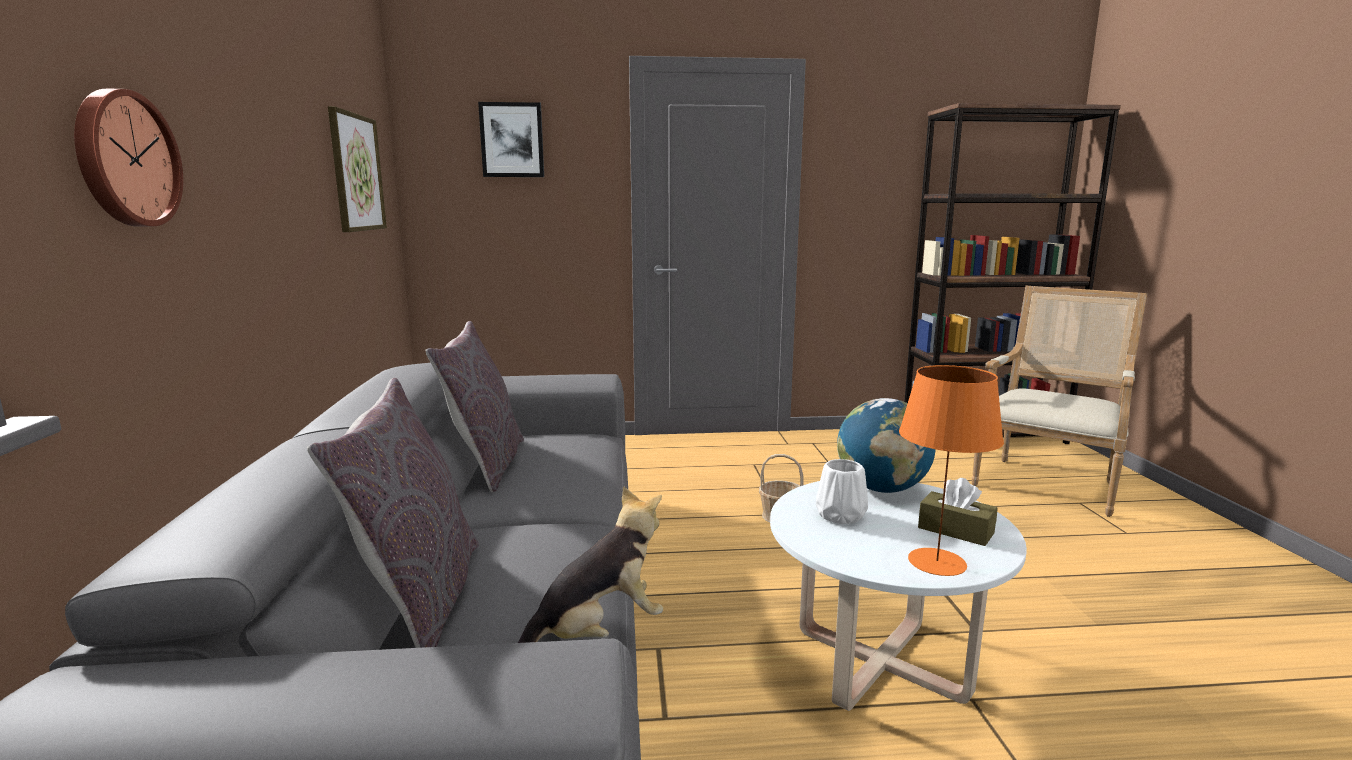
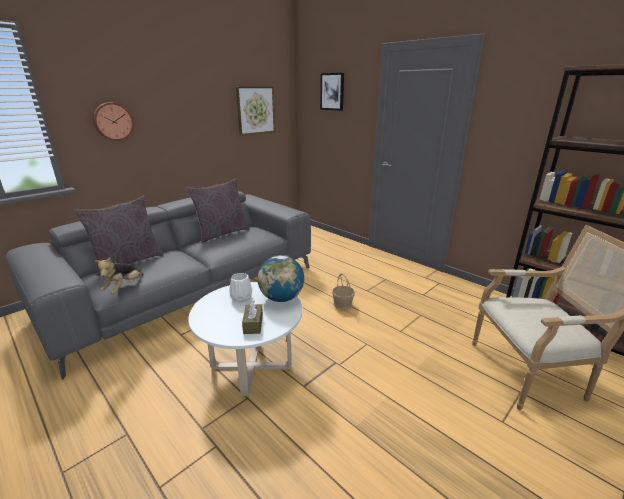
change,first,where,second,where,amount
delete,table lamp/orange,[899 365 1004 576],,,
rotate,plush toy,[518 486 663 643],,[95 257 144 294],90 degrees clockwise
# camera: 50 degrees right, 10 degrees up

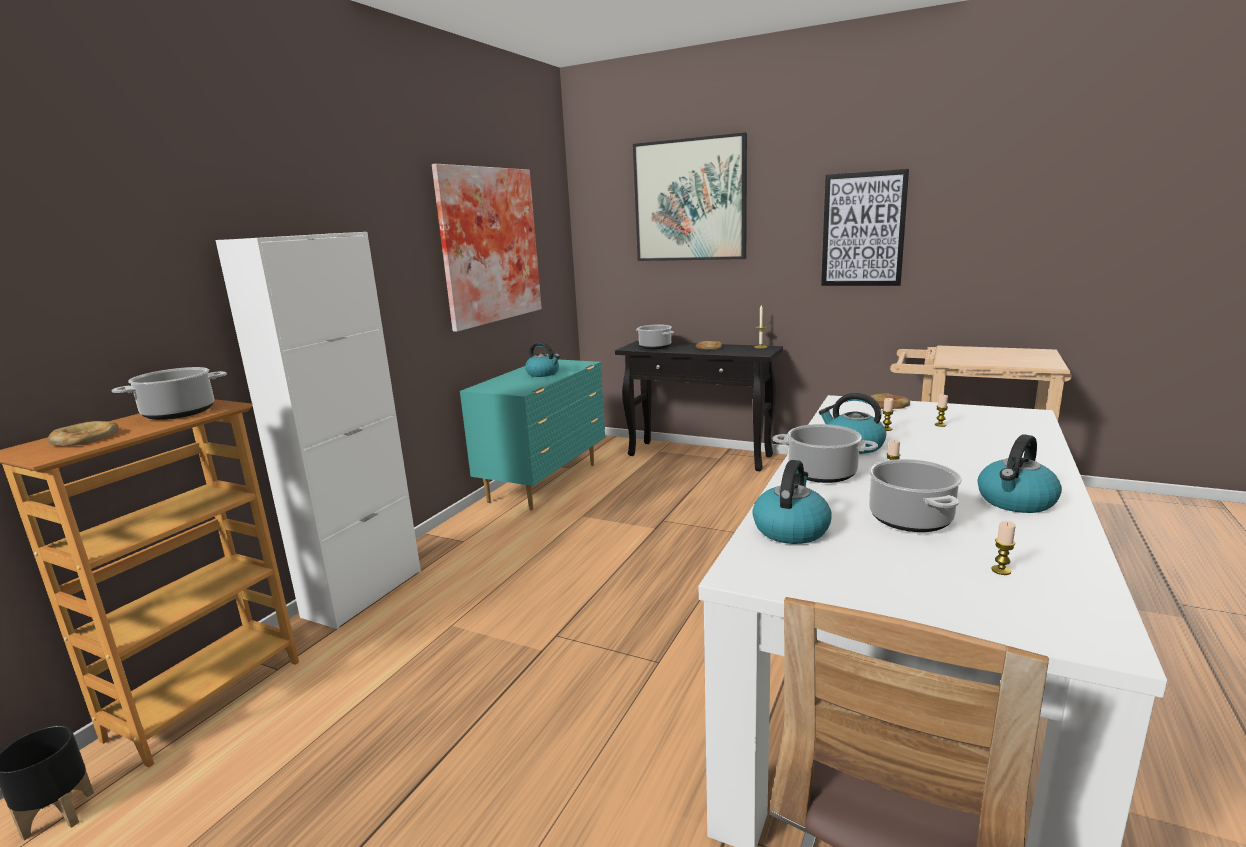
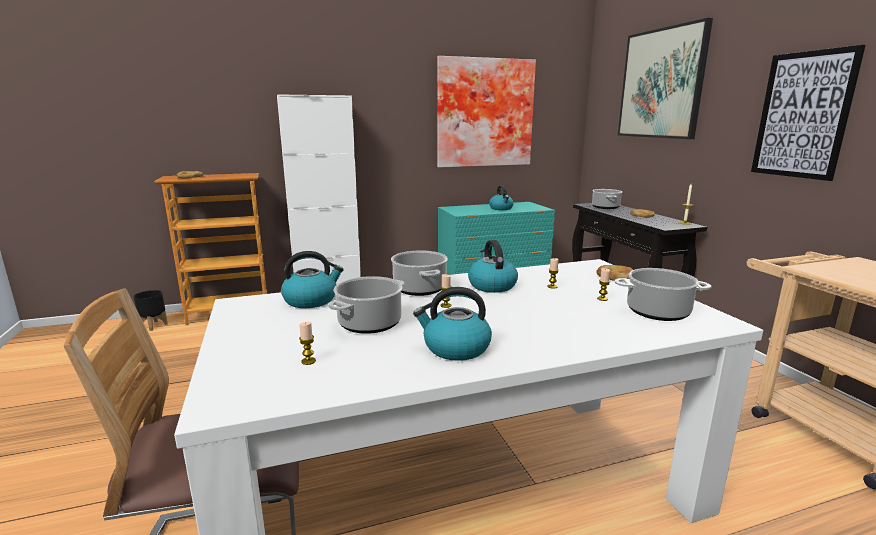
change,first,where,second,where,amount
move,cooking pot,[111 367 227 420],,[614 268 711 321],
# camera: 45 degrees right, 0 degrees up

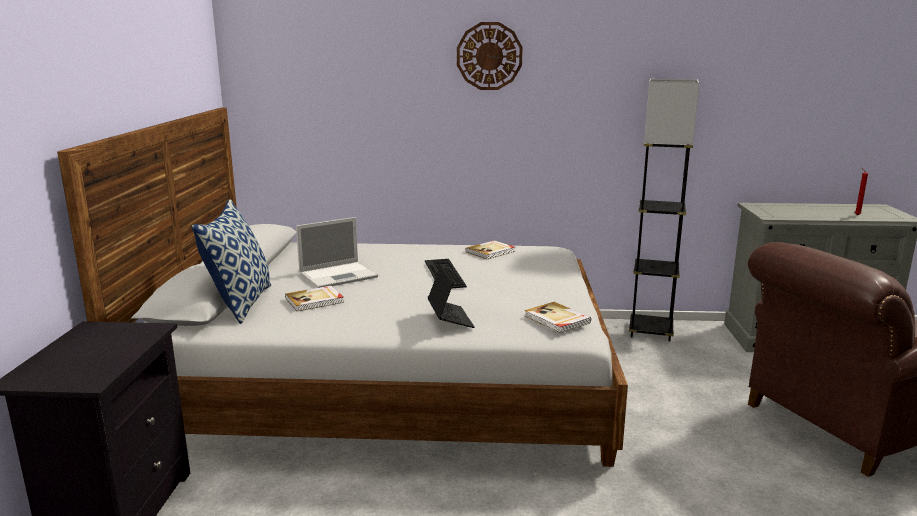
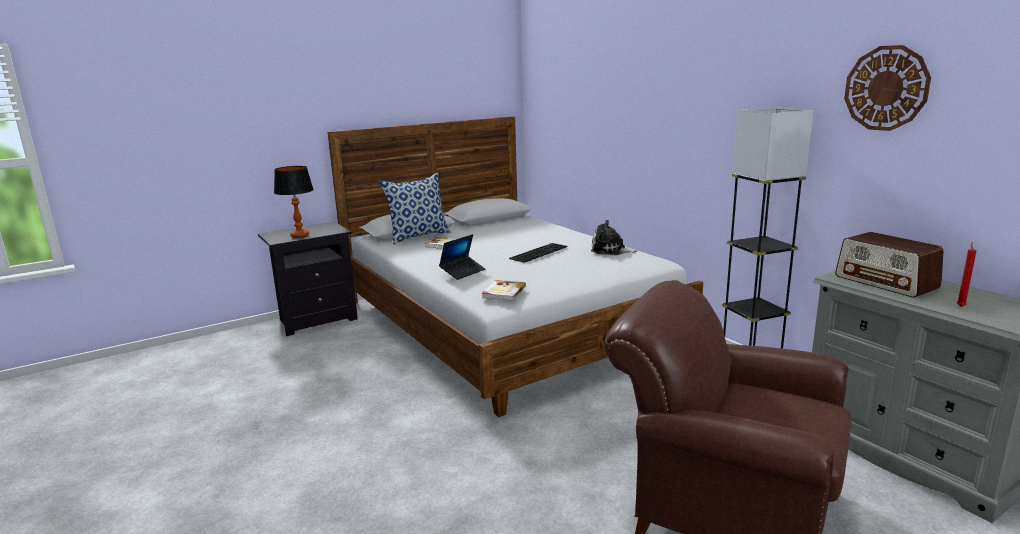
change,first,where,second,where,amount
delete,laptop,[296 217 378 288],,,
insert,,,table lamp,[274 166 314 238],
insert,,,radio,[835 232 944 298],
move,wall clock,[457 22 523 90],,[844 45 931 131],
replace,book,[466 240 515 259],plush toy,[591 220 637 255],
# camera: 55 degrees right, 0 degrees up

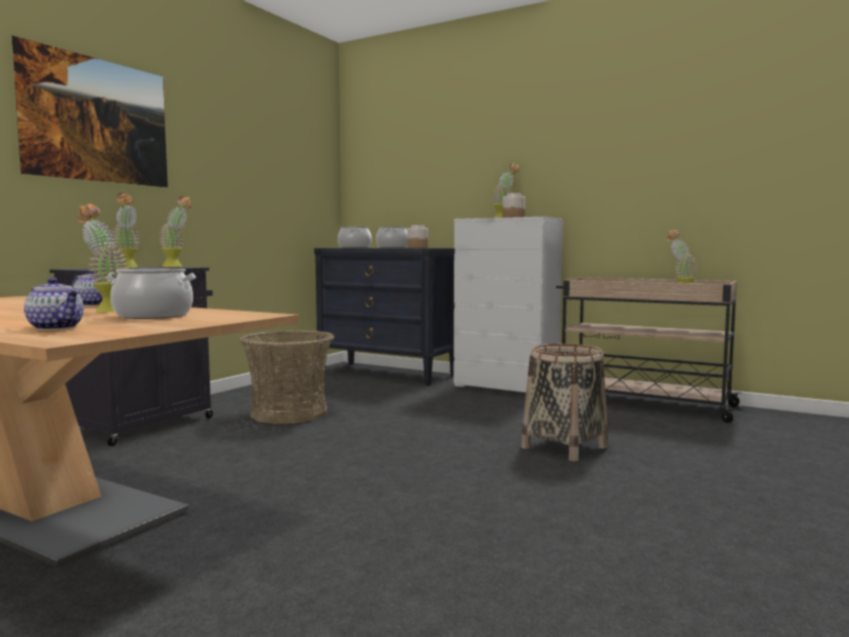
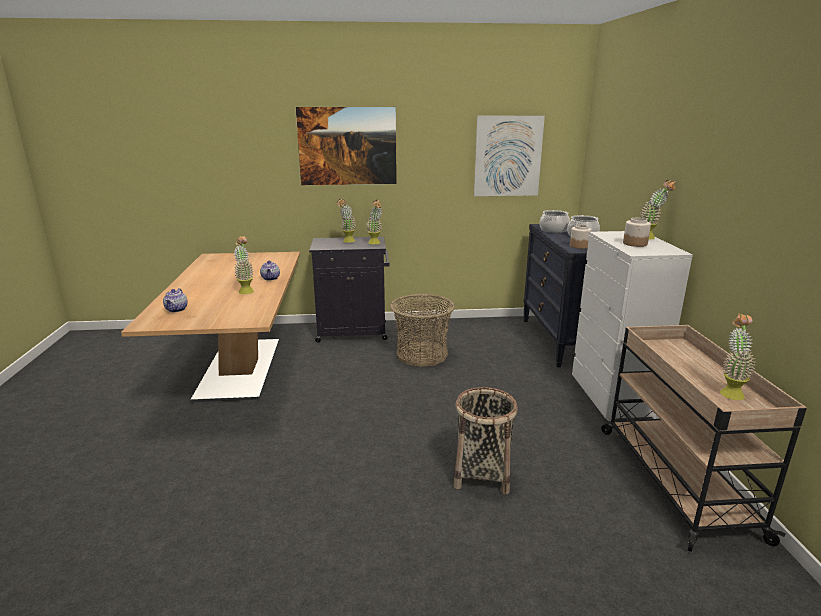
change,first,where,second,where,amount
delete,cooking pot,[106 269 196 319],,,
insert,,,picture,[474 116 545 196],
# camera: 55 degrees right, 15 degrees up

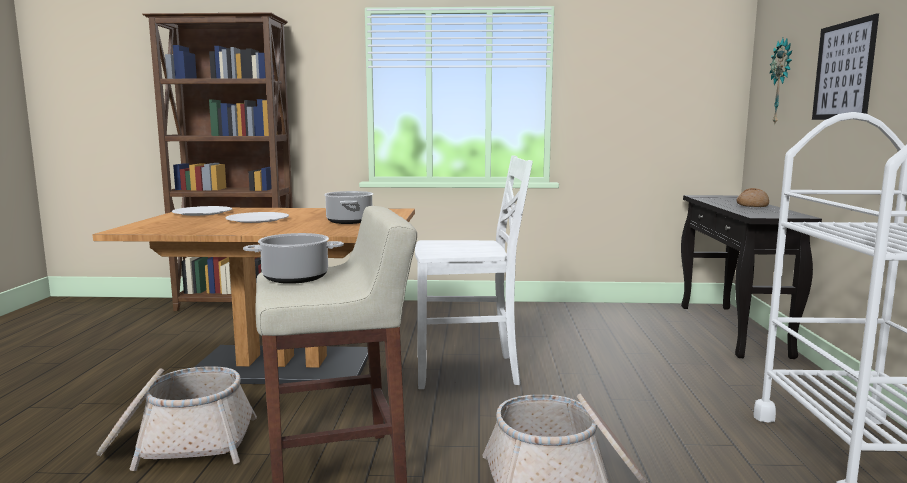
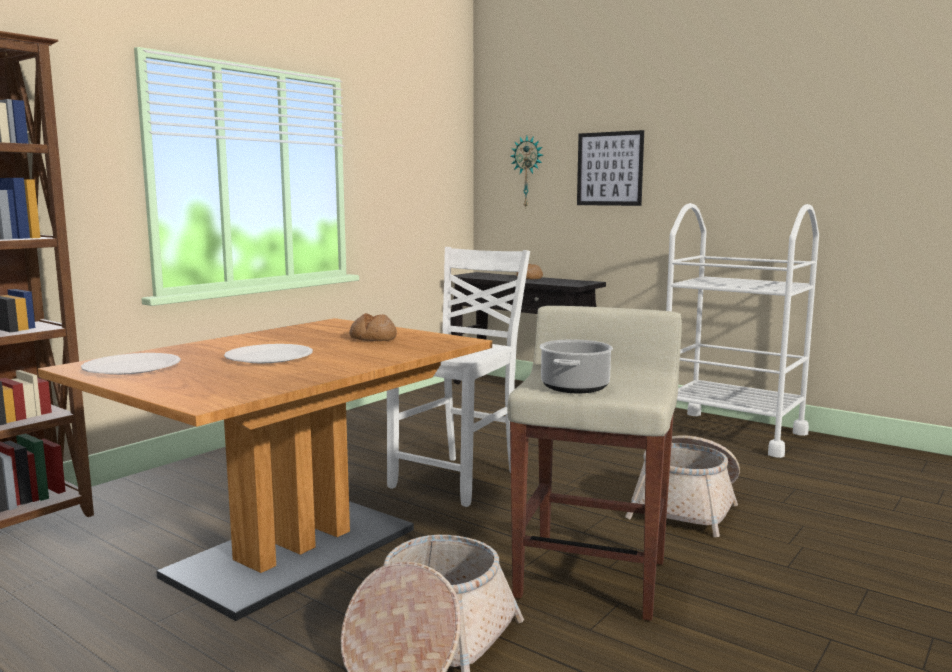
change,first,where,second,where,amount
replace,cooking pot,[324 191 373 224],bread,[349 313 397 341],
# camera: 55 degrees left, 0 degrees up

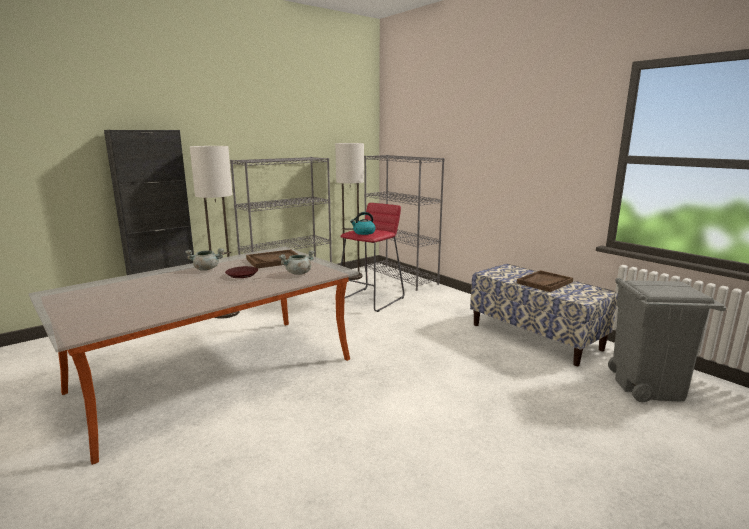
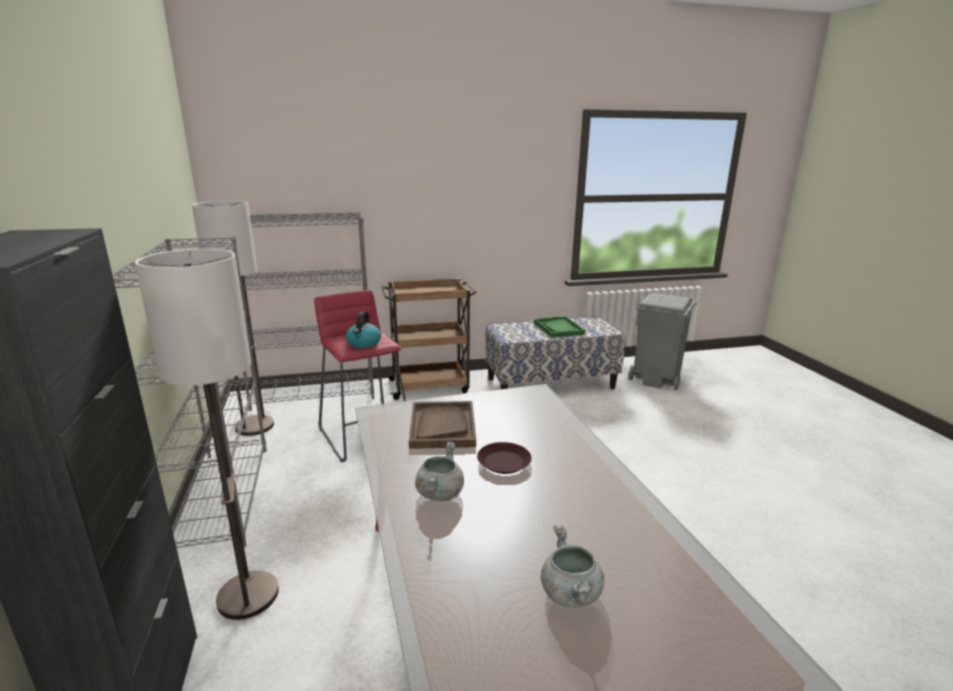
change,first,where,second,where,amount
insert,,,cart/brown,[381 278 477 400],
move,cooking pot/grey,[279 250 315 275],,[541 525 604 607],
recolor,tray/brown,[517 270 573 292],tray/green,[534 316 585 338],
# camera: 65 degrees left, 5 degrees up

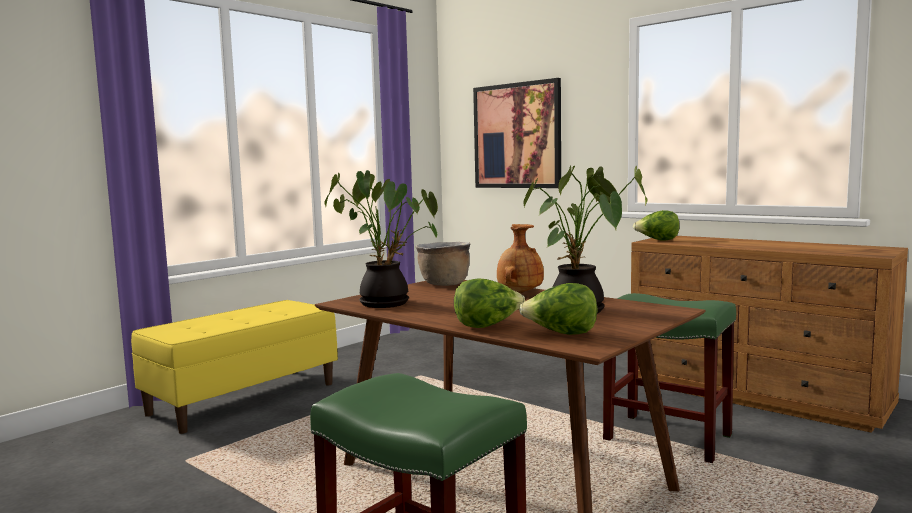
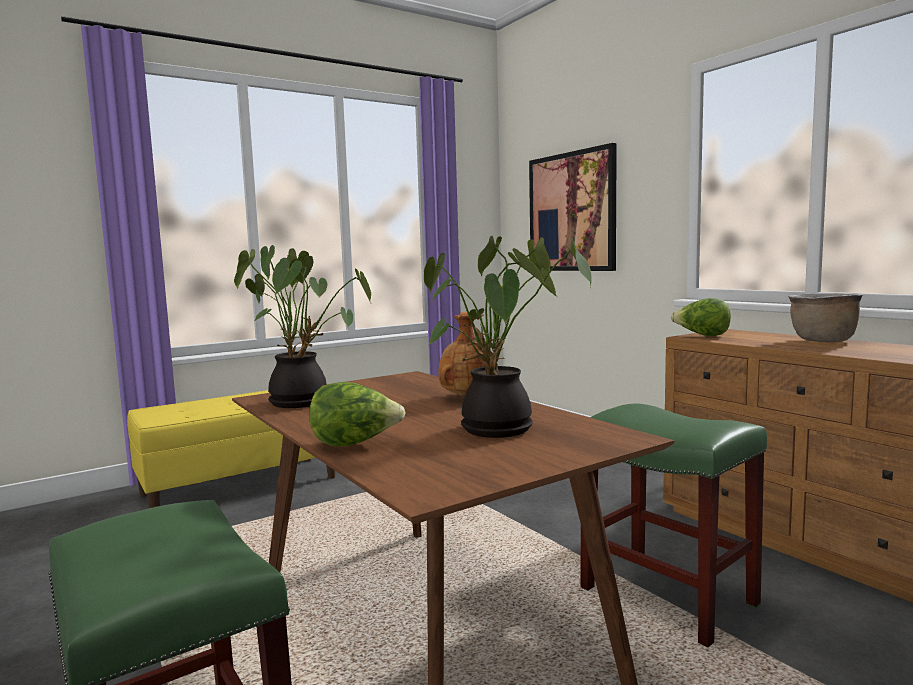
change,first,where,second,where,amount
delete,lettuce,[519 283 598 335],,,
move,cooking pot/brown,[416 242 470 286],,[788 293 863 342],
# camera: 15 degrees right, 0 degrees up

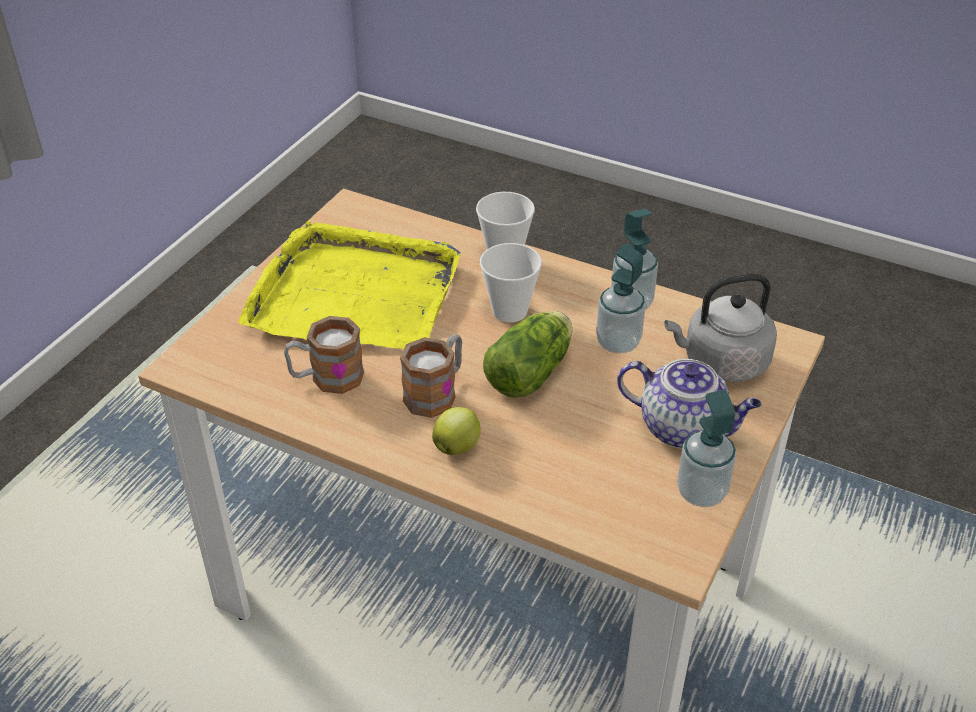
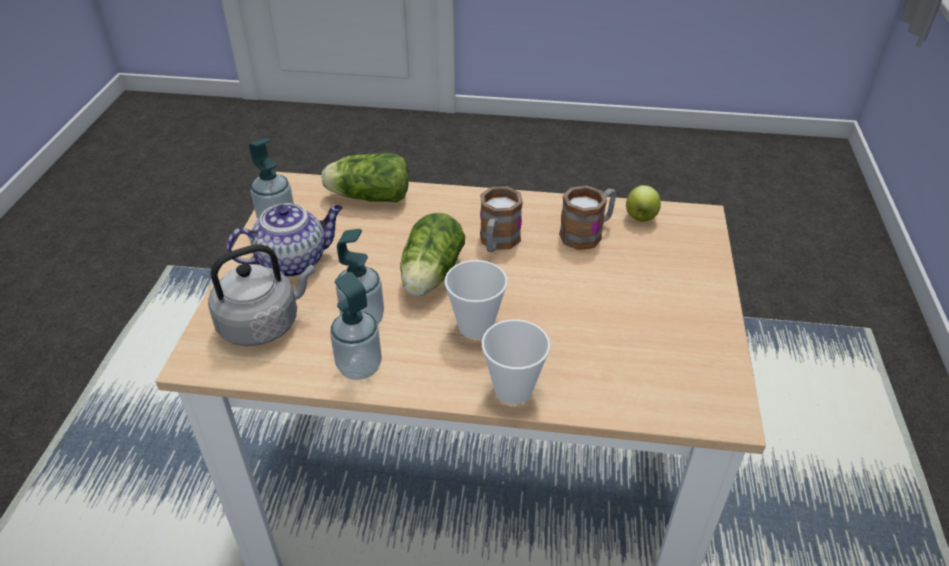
change,first,where,second,where,amount
delete,tray/yellow,[238 221 461 349],,,
insert,,,lettuce,[322 153 409 202],
move,apple,[432 407 481 455],,[626 185 661 222],
rotate,teapot,[617 359 762 448],,[227 203 343 277],150 degrees clockwise
# camera: 160 degrees right, 0 degrees up

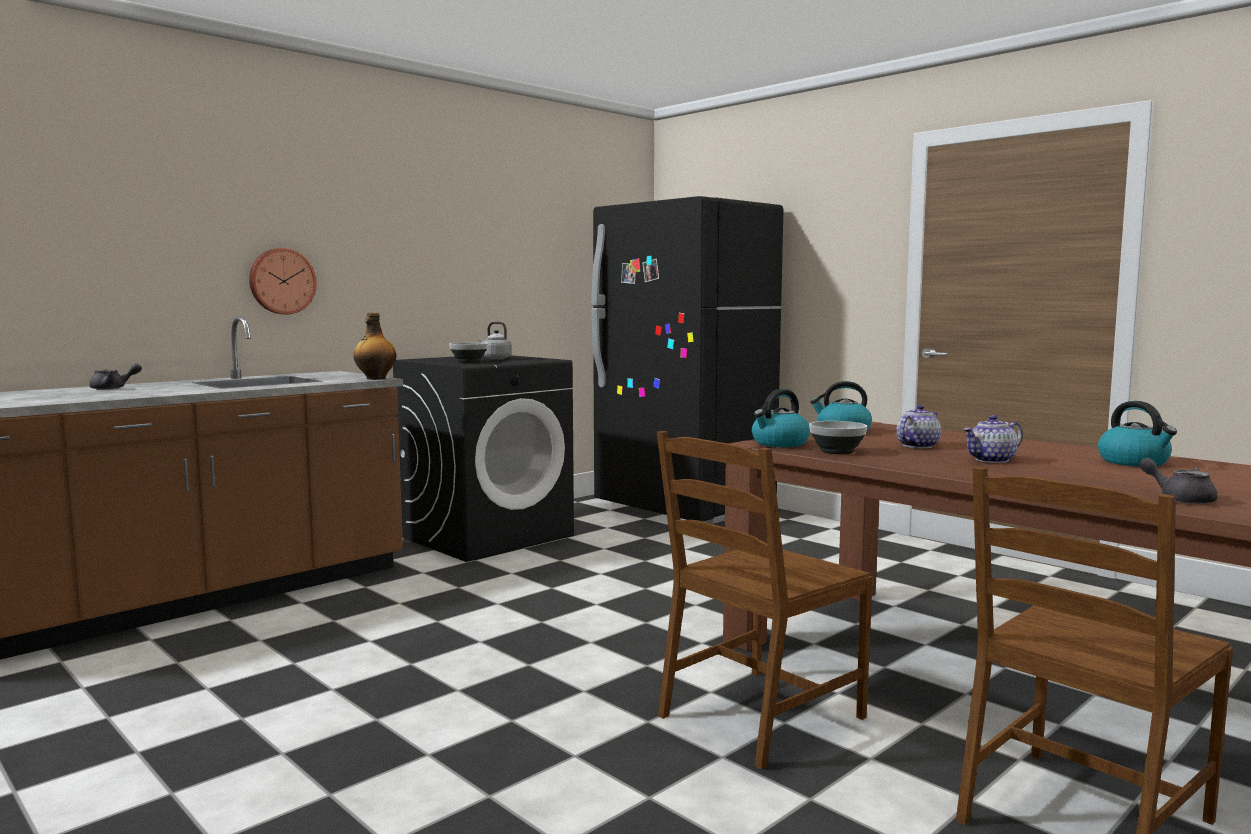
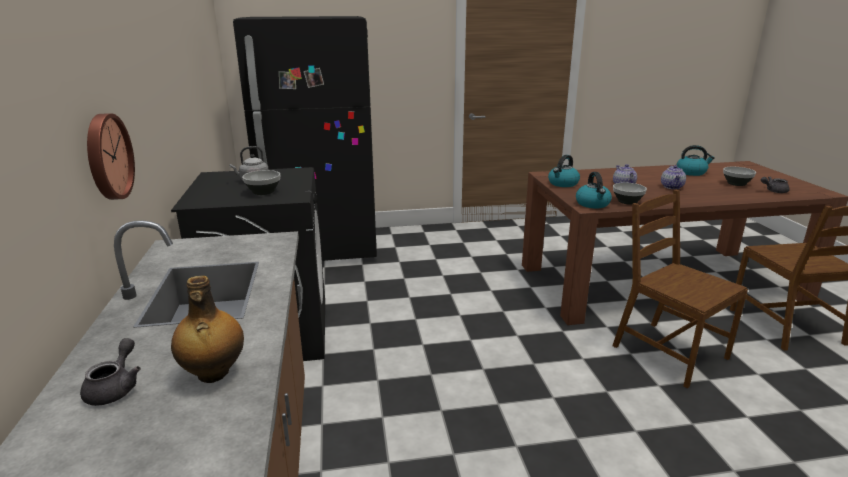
change,first,where,second,where,amount
insert,,,bowl,[723 167 756 186],
move,bottle,[353 313 397 380],,[171 276 244 383],
rotate,chair/brown,[657 431 873 769],,[612 190 748 388],150 degrees clockwise
# camera: 55 degrees left, 15 degrees up

